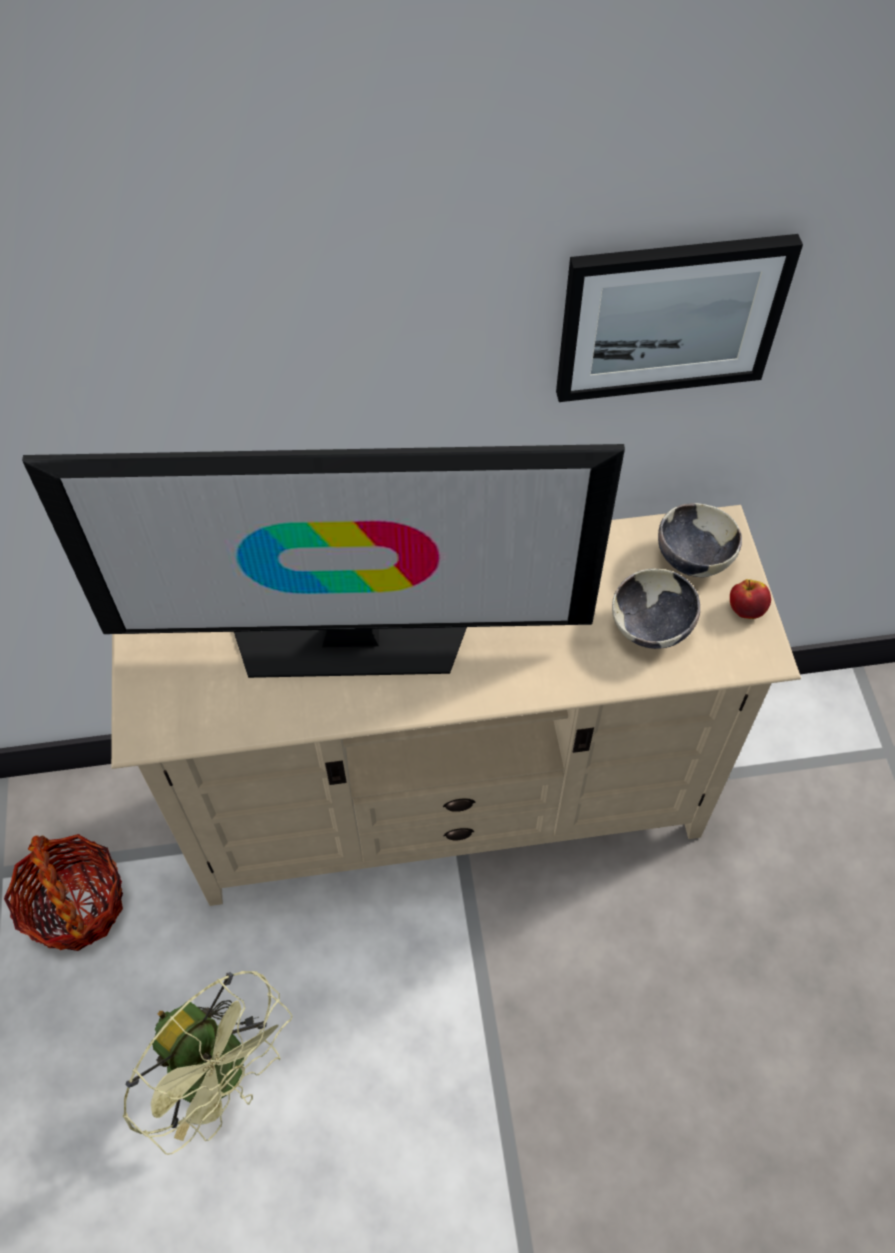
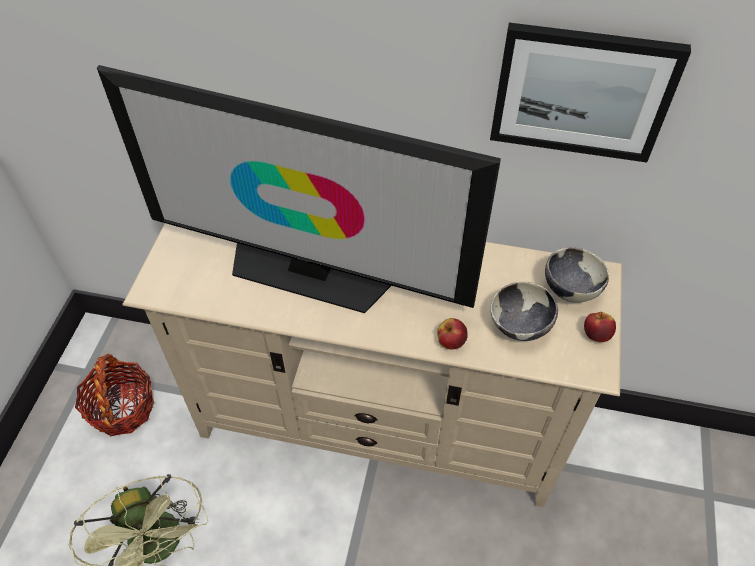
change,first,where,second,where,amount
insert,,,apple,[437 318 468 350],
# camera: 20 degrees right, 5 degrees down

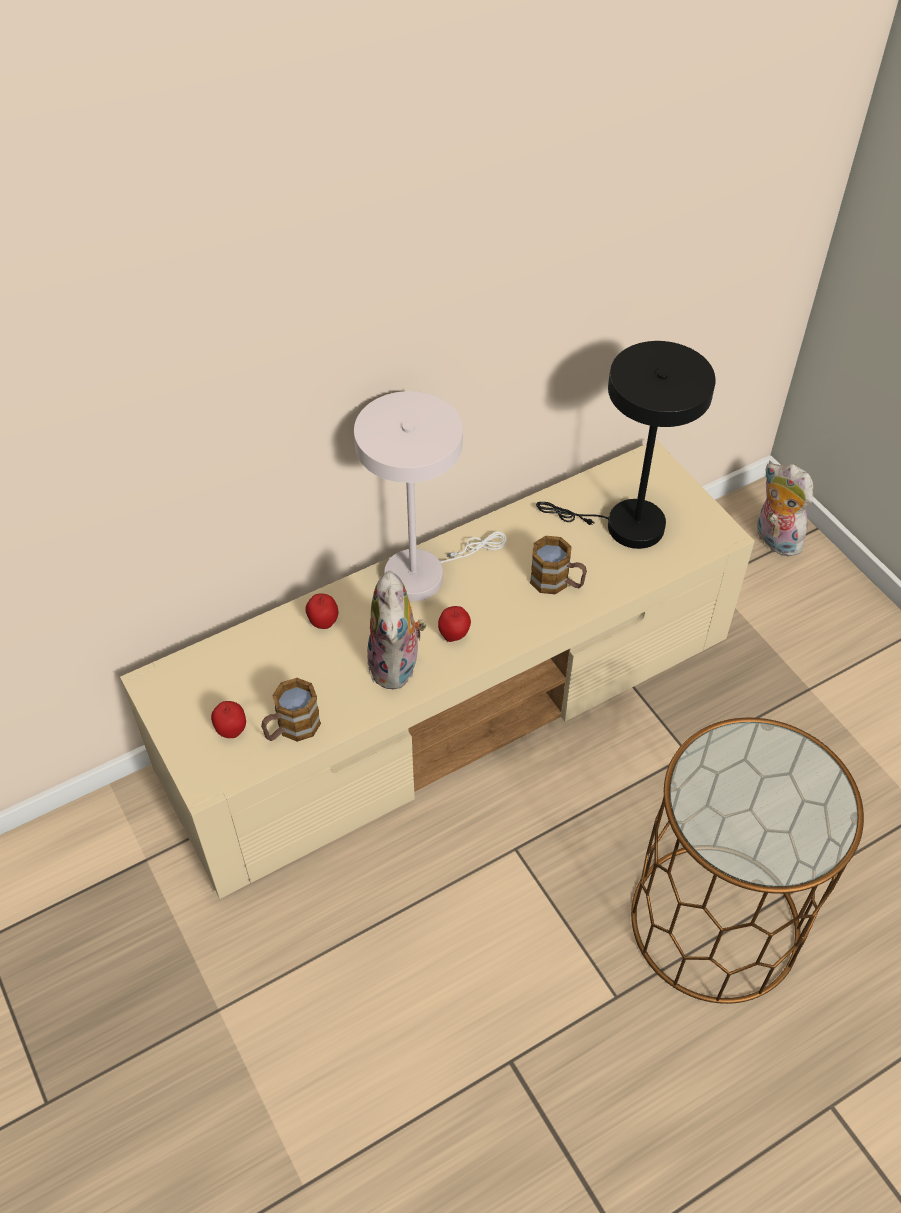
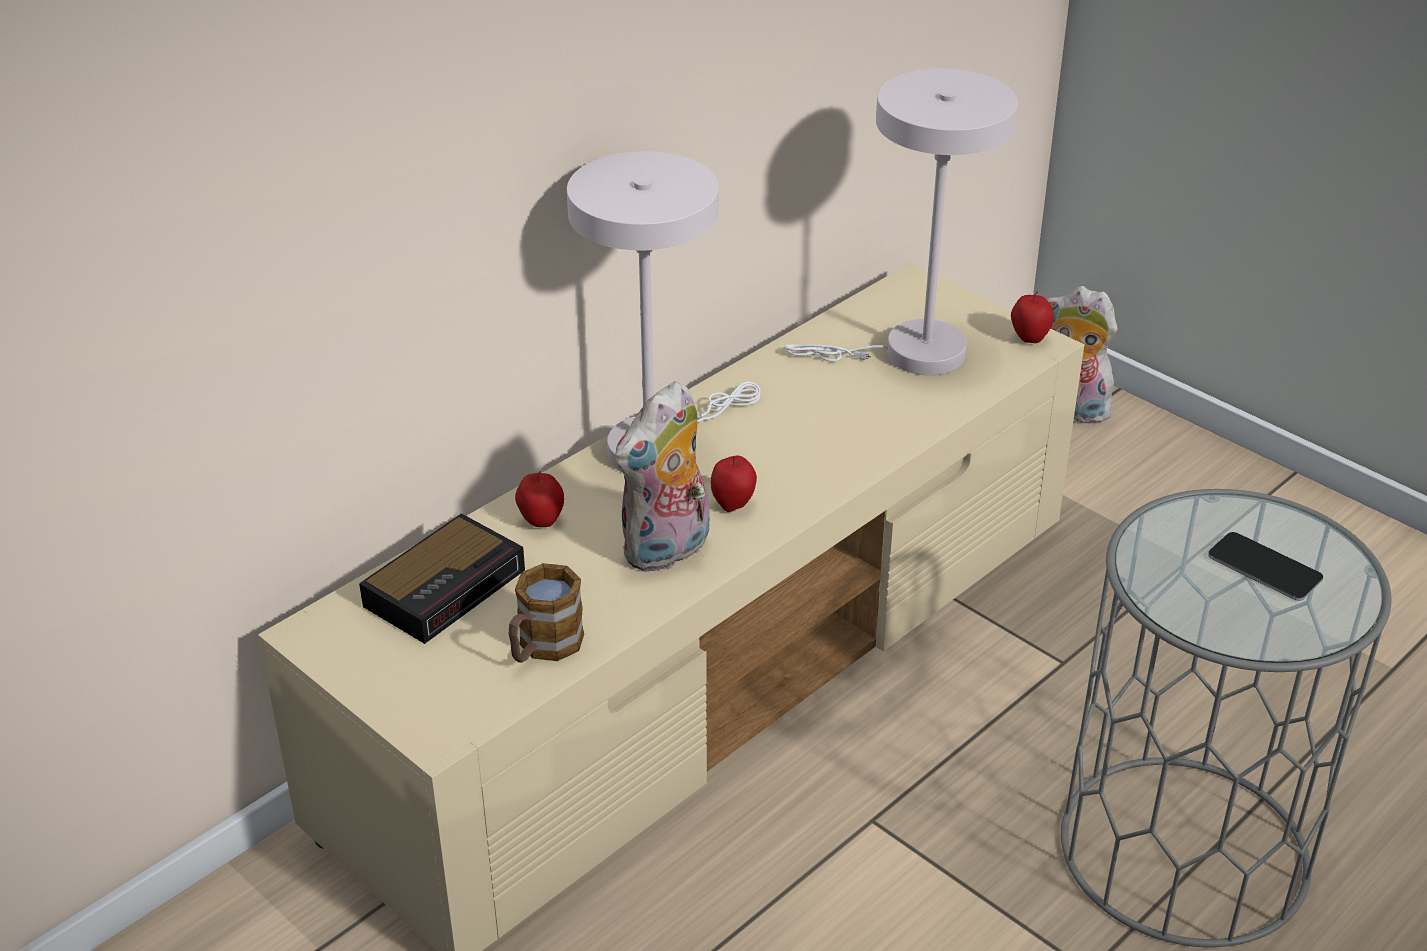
change,first,where,second,where,amount
delete,mug,[530 536 587 594],,,
insert,,,alarm clock,[359 513 525 644],
insert,,,phone,[1208 532 1323 601],
move,apple,[211 701 246 738],,[1011 291 1054 343],
recolor,table lamp/black,[536 341 716 549],table lamp/white,[784 68 1018 375],
recolor,side table/brown,[631 718 864 1004],side table/grey,[1061 489 1391 947],
rotate,plush toy,[367 570 426 690],,[615 381 710 573],60 degrees clockwise
# camera: 15 degrees left, 15 degrees down

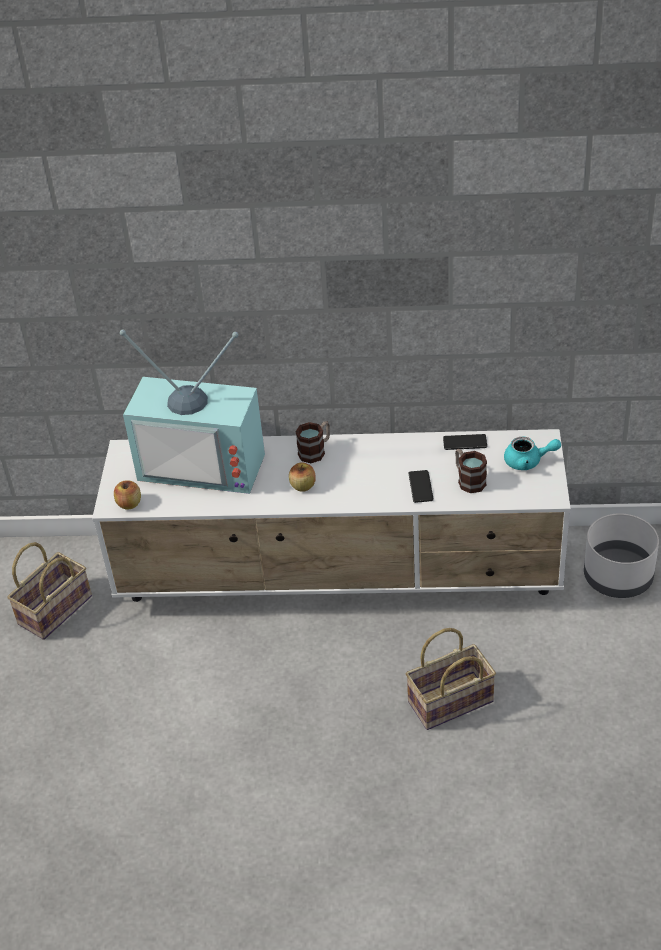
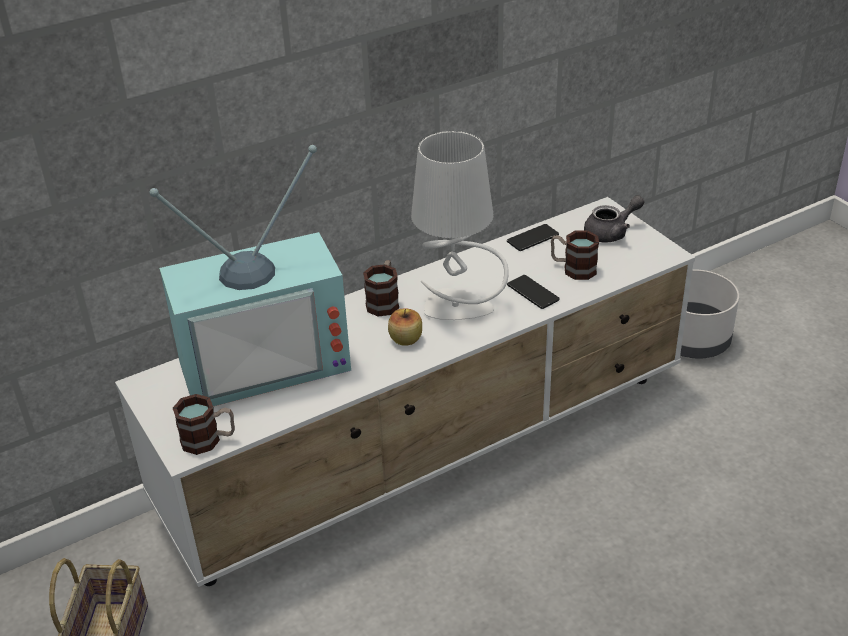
change,first,where,second,where,amount
delete,basket,[406 628 496 730],,,
insert,,,table lamp/grey,[411 131 509 320],
replace,apple,[114 480 141 509],mug,[173 394 235 455],
recolor,teapot/turquoise,[504 437 561 470],teapot/grey,[584 195 644 243],
# camera: 35 degrees left, 5 degrees down

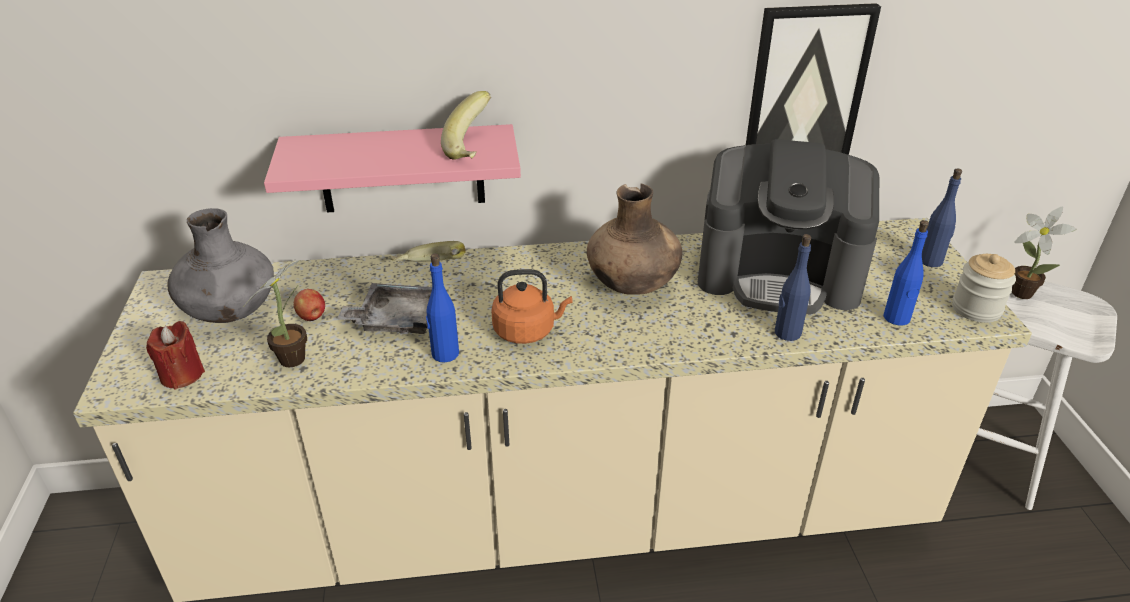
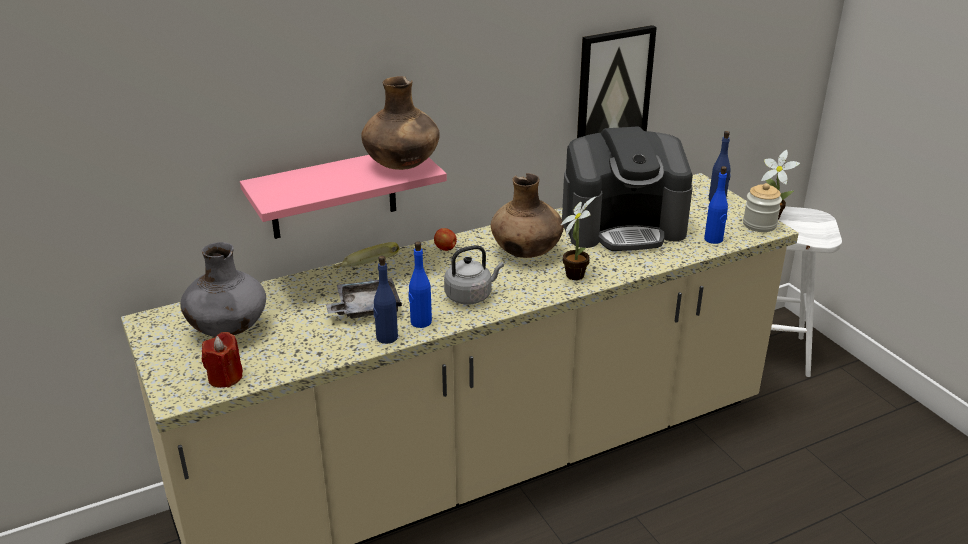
change,first,where,second,where,amount
move,potted plant,[244 259 307 367],,[561 197 596 280],
move,apple,[294 289 325 321],,[434 228 457 251],
move,bottle/blue,[775 234 811 341],,[373 256 398 344],
replace,banana,[441 91 491 160],vase/brown,[361 76 440 170],
recolor,kettle/orange,[491 269 573 344],kettle/grey,[444 245 504 305],
# camera: 20 degrees left, 5 degrees down

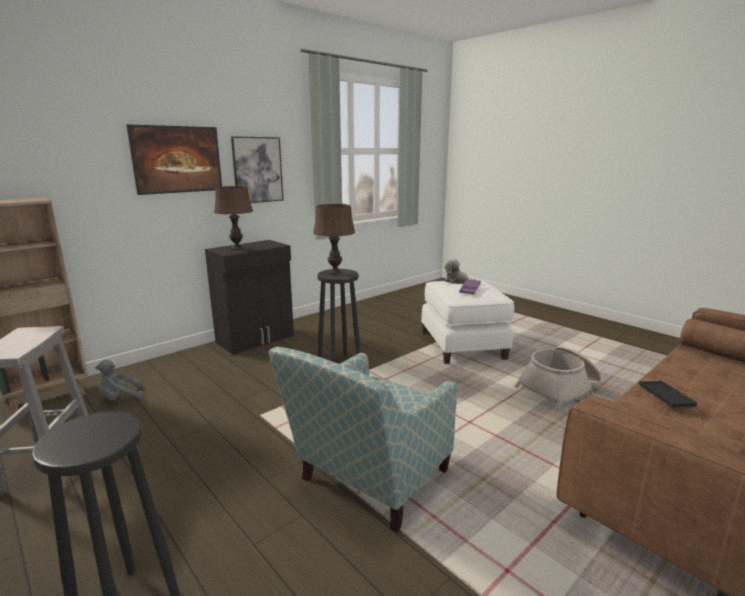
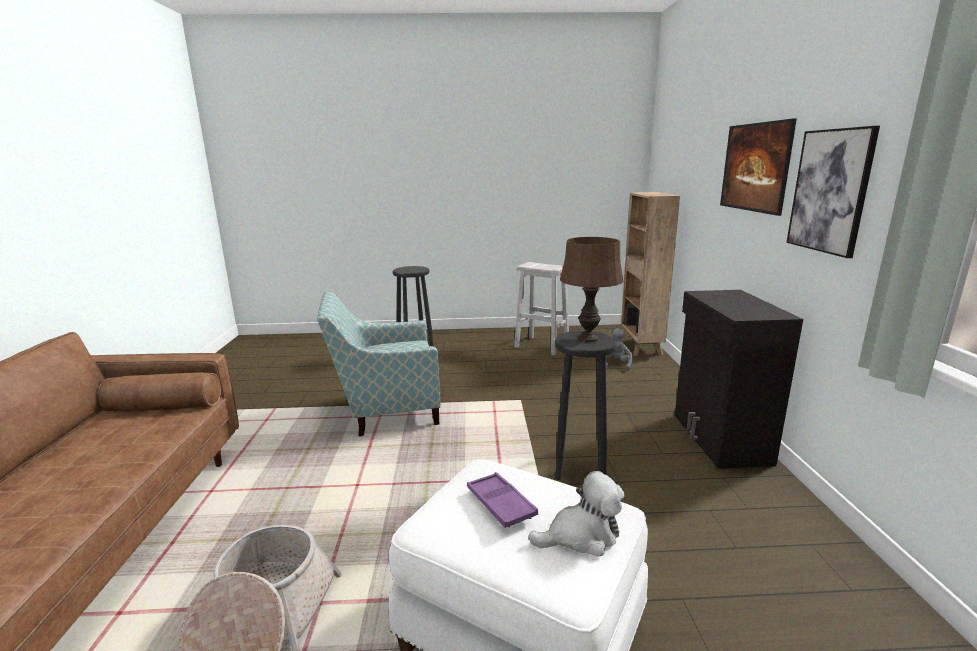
change,first,where,second,where,amount
delete,table lamp/brown,[214 186 253 250],,,
delete,tray/black,[639 380 697 409],,,
rotate,armchair,[269 346 457 533],,[317 292 441 436],90 degrees counterclockwise
# camera: 130 degrees right, 0 degrees up

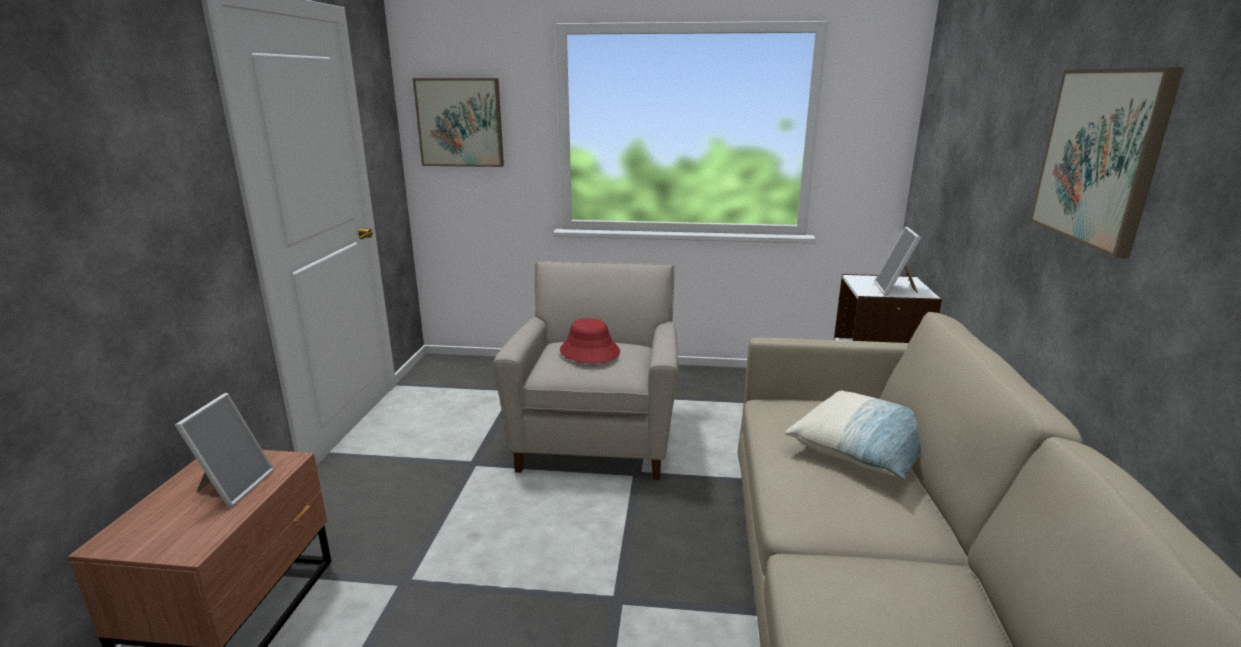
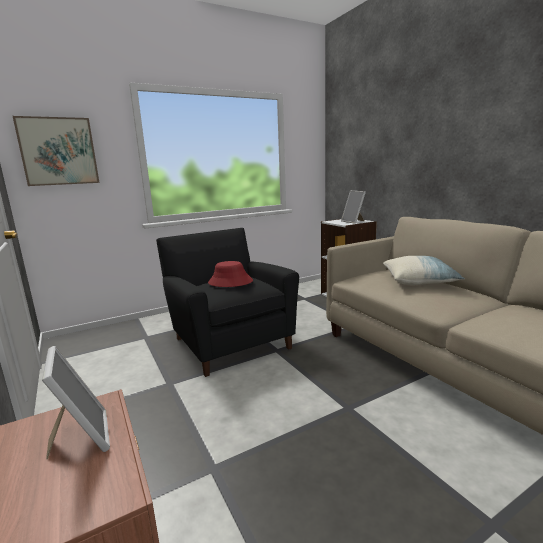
change,first,where,second,where,amount
delete,picture,[1030 67 1184 259],,,
recolor,armchair/beige,[493 261 678 480],armchair/black,[156 228 299 377],
# camera: 35 degrees left, 5 degrees down

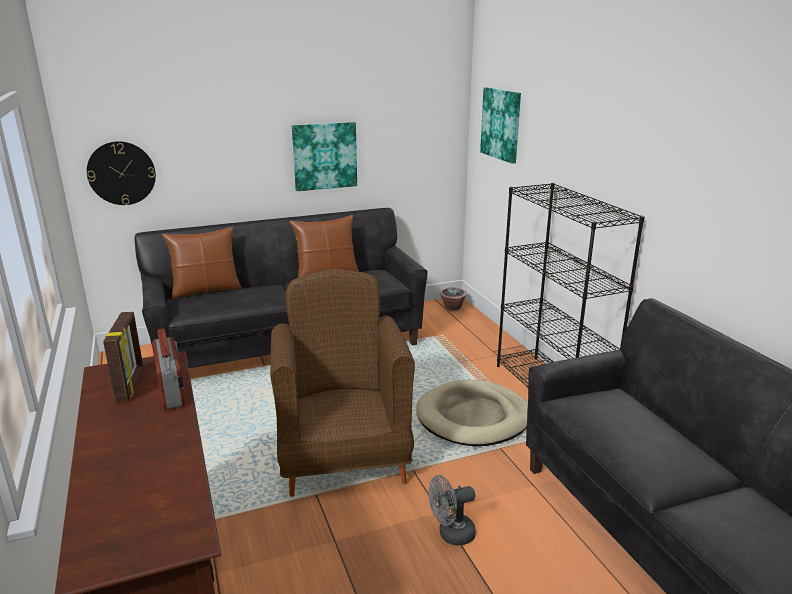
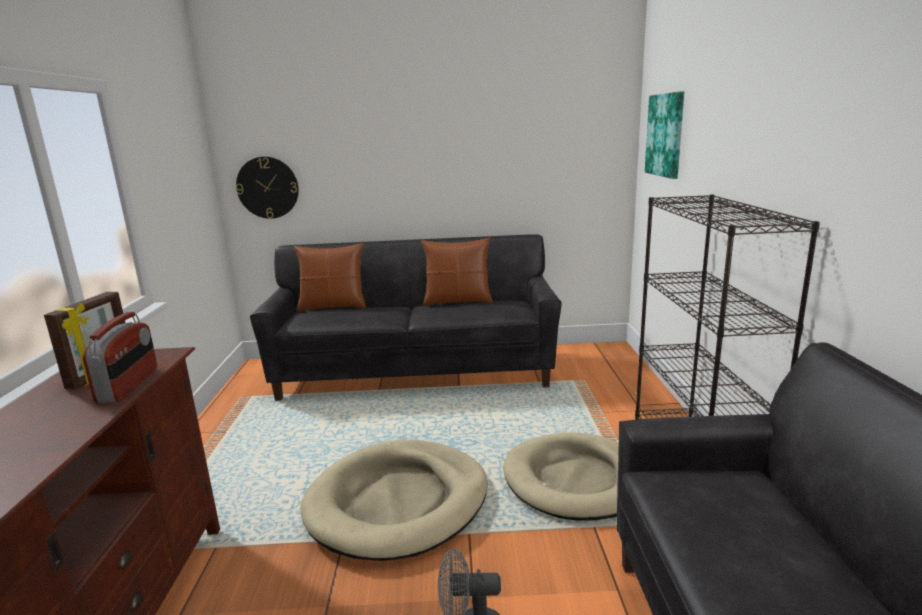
change,first,where,second,where,amount
delete,picture,[292 122 357 191],,,
delete,potted plant,[440 287 467 311],,,
replace,armchair/brown,[270 269 415 497],dog bed/beige,[301 440 488 561],
# camera: 20 degrees right, 5 degrees down

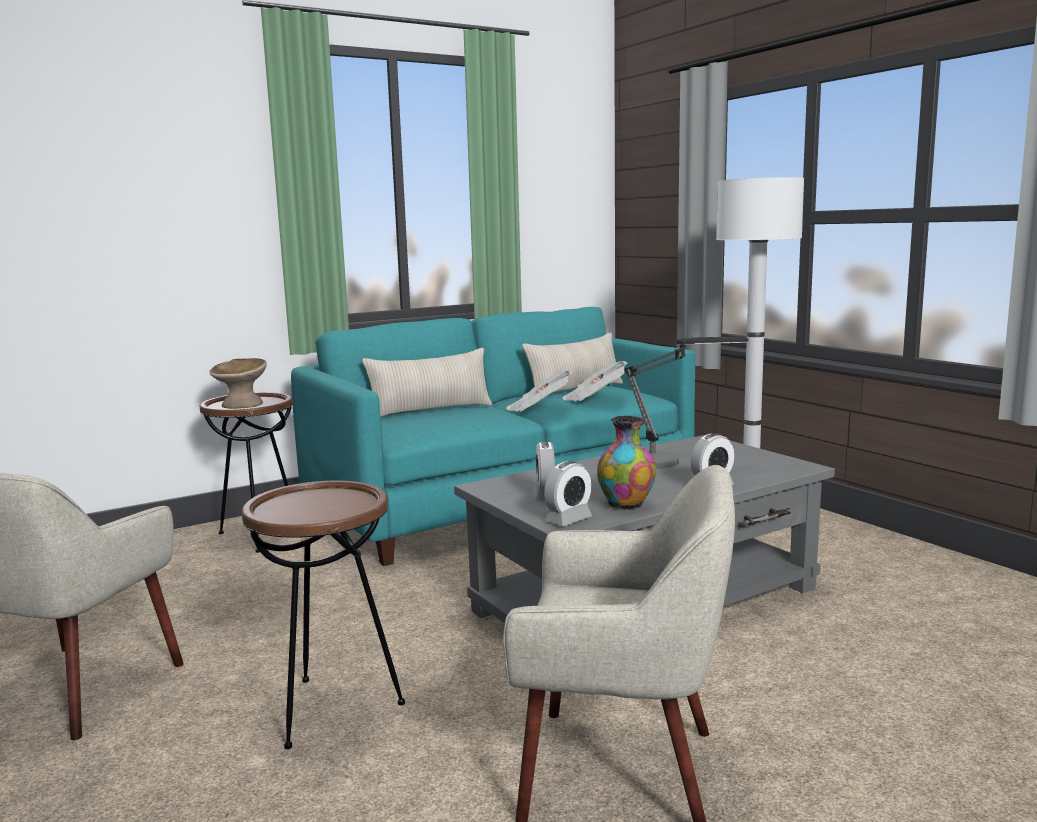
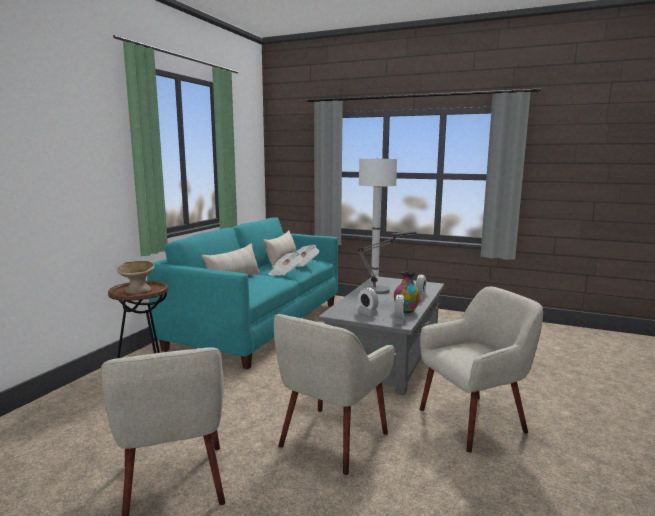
change,first,where,second,where,amount
replace,side table/brown,[242 481 405 749],armchair/beige,[274 314 395 475],
# camera: 35 degrees left, 0 degrees up

